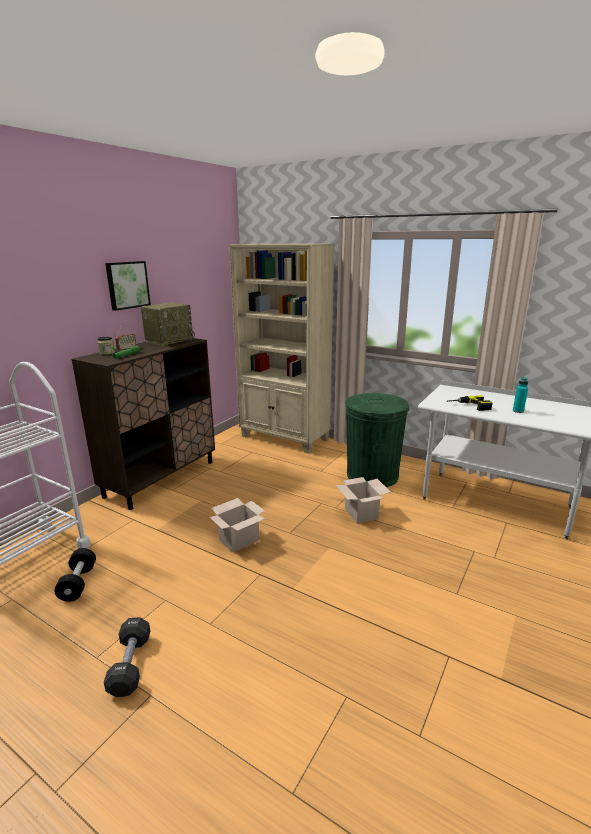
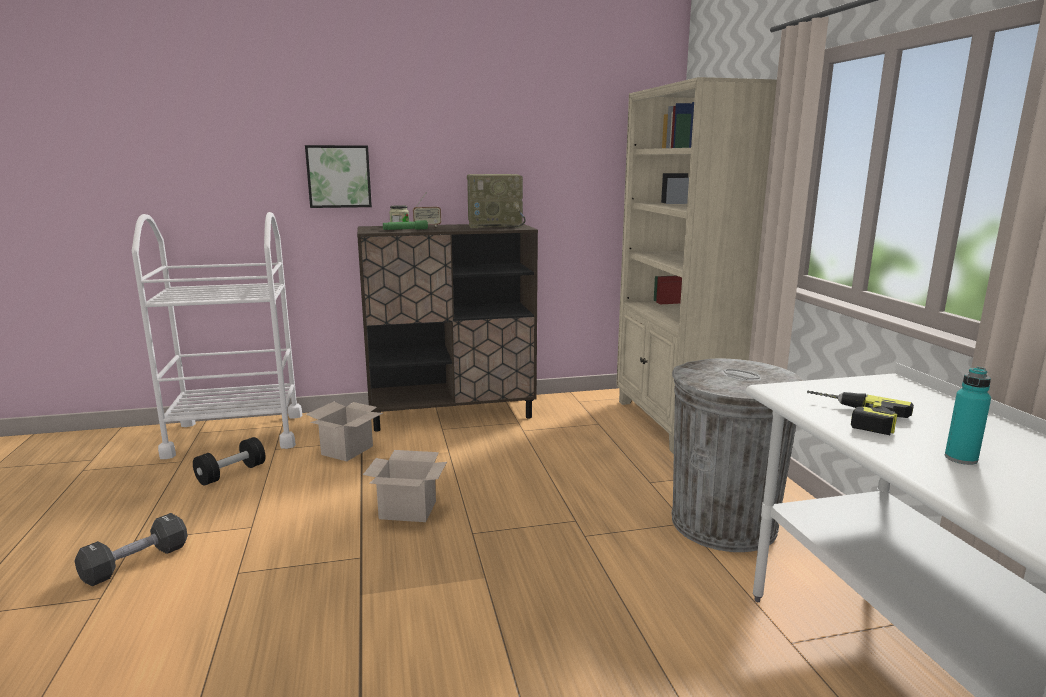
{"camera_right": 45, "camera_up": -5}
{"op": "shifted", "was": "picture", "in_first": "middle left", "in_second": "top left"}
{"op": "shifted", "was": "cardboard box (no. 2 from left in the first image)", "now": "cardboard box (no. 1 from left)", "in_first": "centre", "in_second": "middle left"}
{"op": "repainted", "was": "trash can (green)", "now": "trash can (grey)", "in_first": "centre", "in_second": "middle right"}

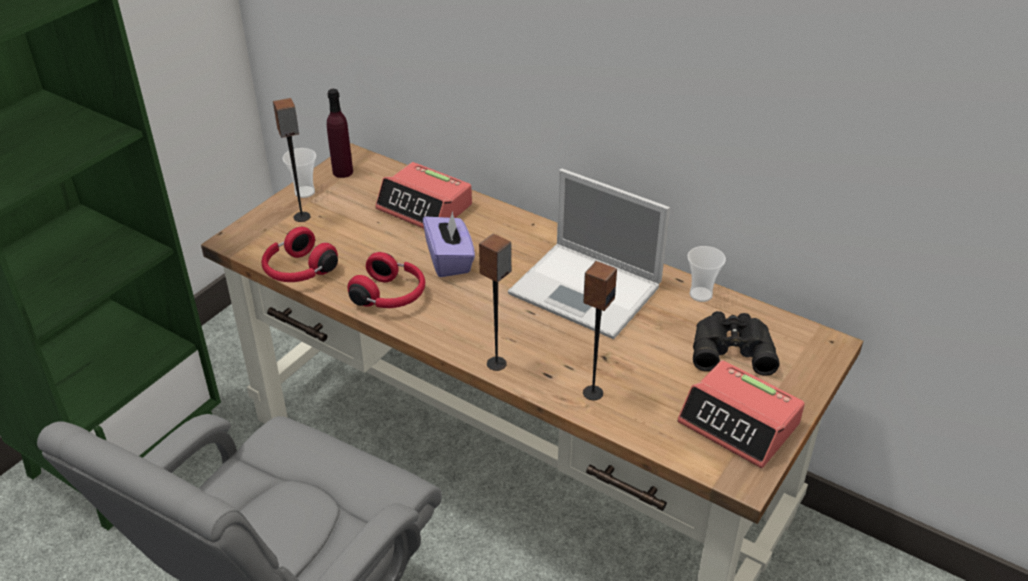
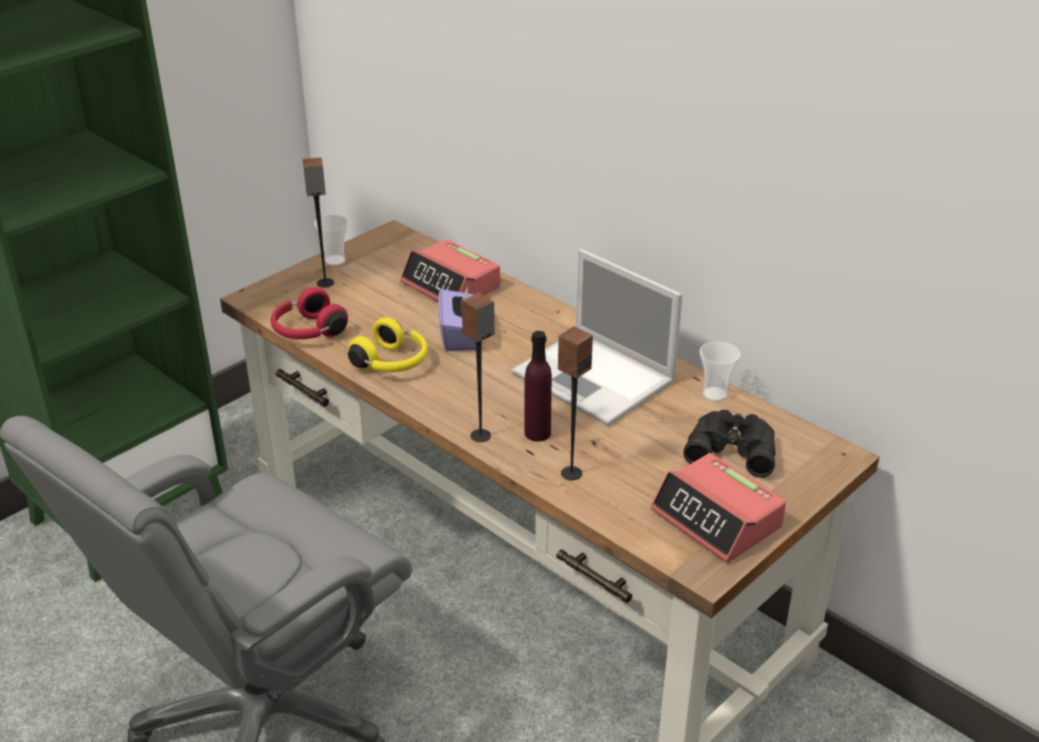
{"camera_right": 10, "camera_up": -5}
{"op": "repainted", "was": "headphones (red) (no. 2 from left)", "now": "headphones (yellow)", "in_first": "centre", "in_second": "centre"}
{"op": "shifted", "was": "bottle (purple)", "in_first": "top left", "in_second": "centre"}

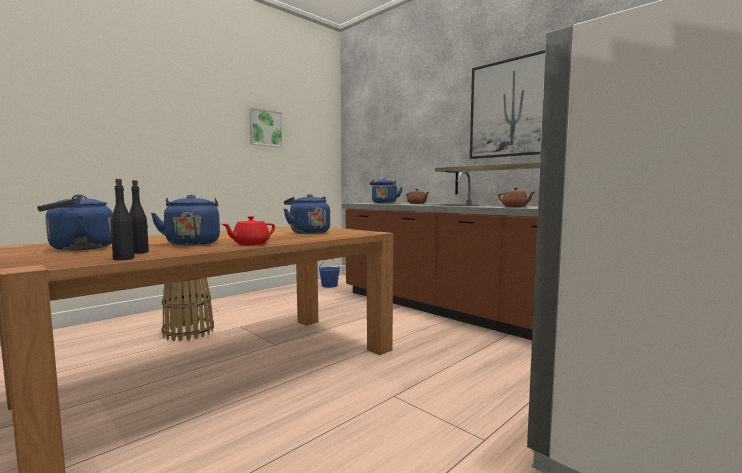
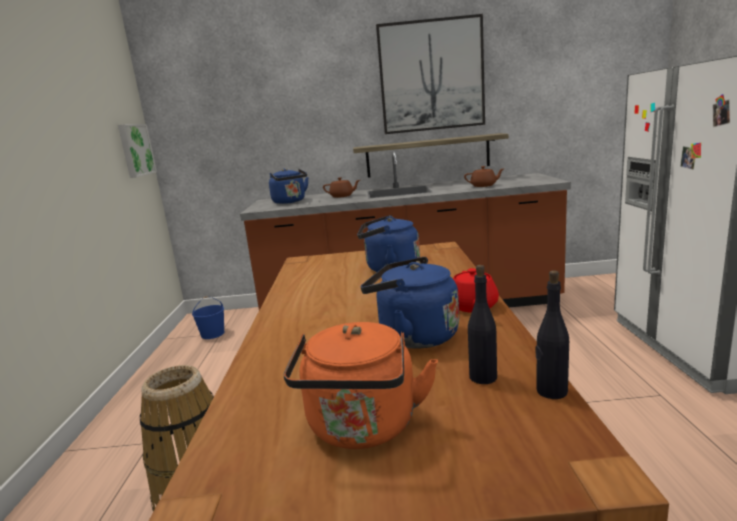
{"camera_right": -45, "camera_up": 10}
{"op": "shifted", "was": "picture (no. 1 from left)", "in_first": "top centre", "in_second": "top left"}
{"op": "repainted", "was": "kettle (blue) (no. 1 from left)", "now": "kettle (orange)", "in_first": "middle left", "in_second": "bottom centre"}

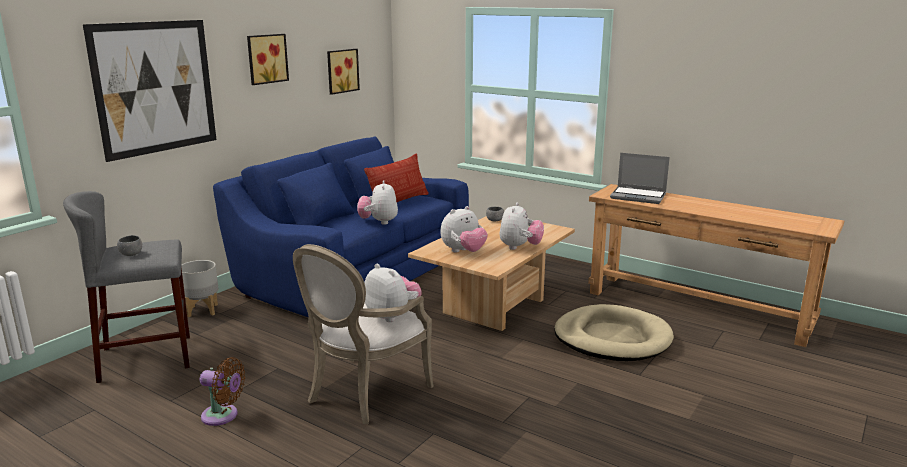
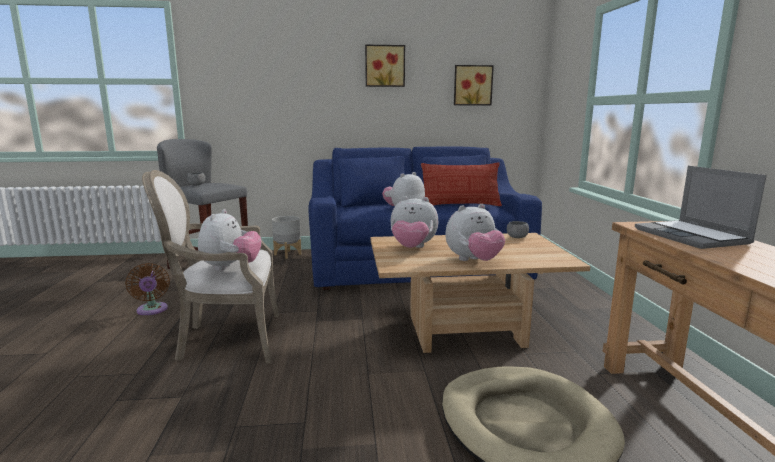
{"camera_right": 50, "camera_up": -5}
{"op": "gone", "was": "picture (no. 1 from left)", "in_first": "top left"}

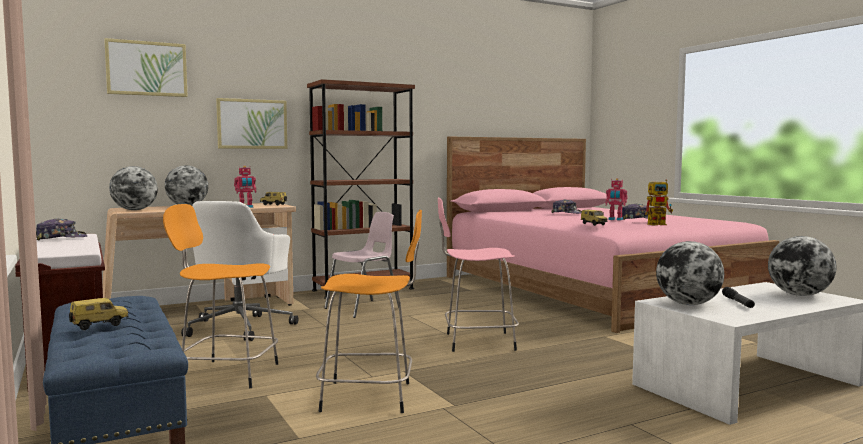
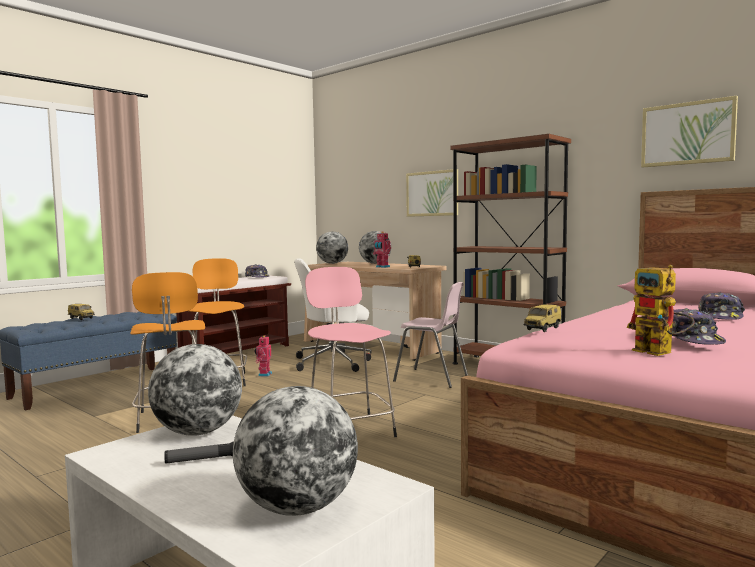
{"camera_right": 70, "camera_up": 0}
{"op": "shifted", "was": "toy robot (no. 2 from left in the first image)", "now": "toy robot (no. 1 from left)", "in_first": "middle right", "in_second": "centre"}
{"op": "shifted", "was": "picture (no. 1 from left in the first image)", "now": "picture (no. 2 from left)", "in_first": "top left", "in_second": "top right"}

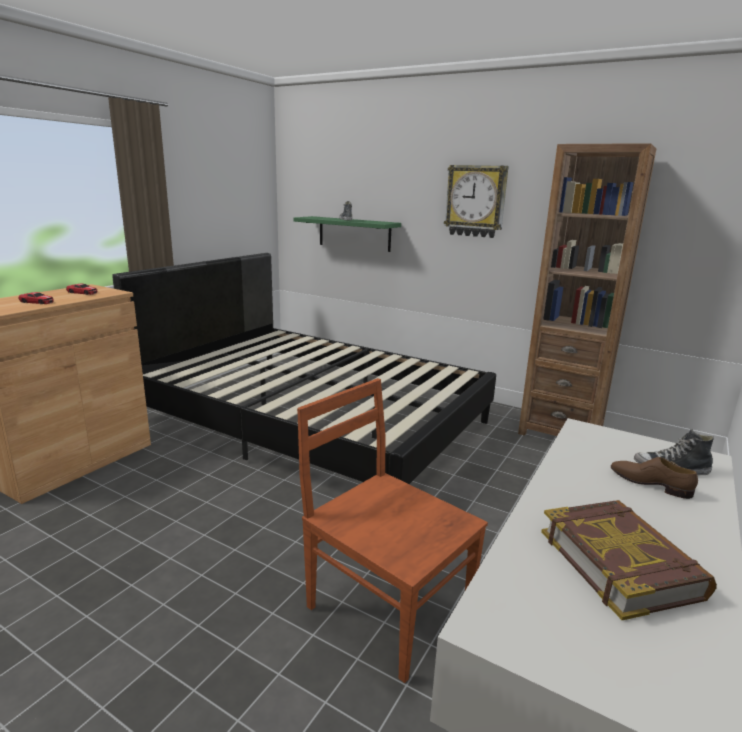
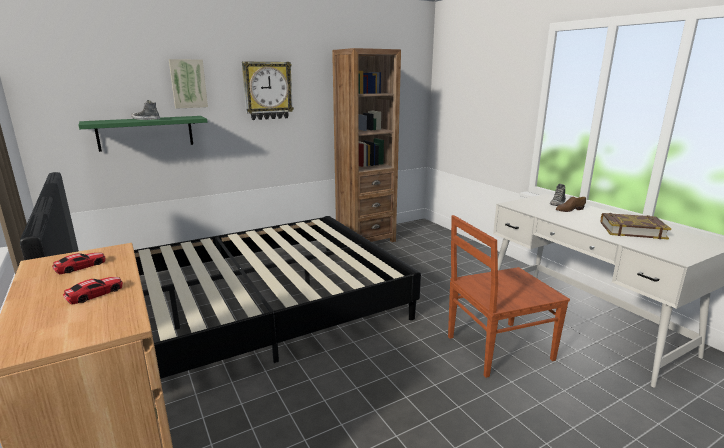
{"camera_right": -60, "camera_up": 0}
{"op": "new", "now": "picture", "in_second": "top left"}

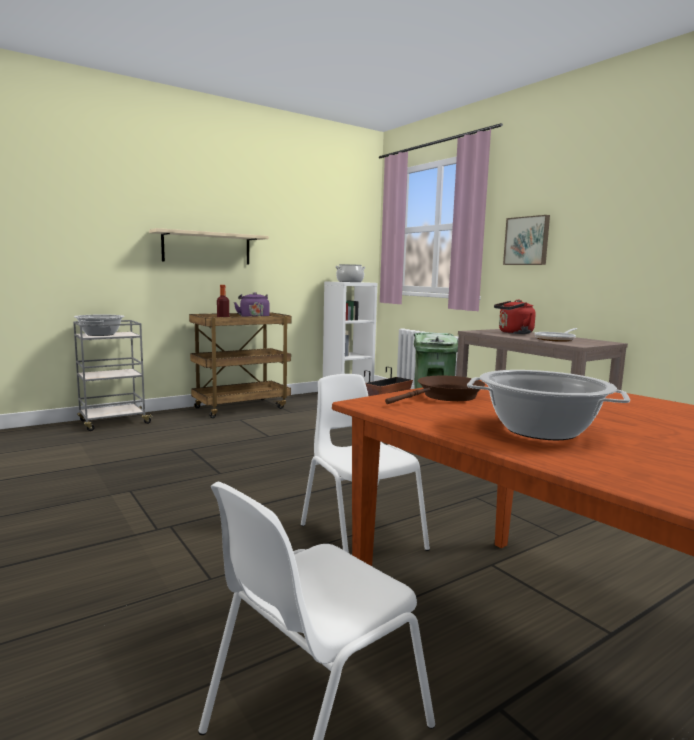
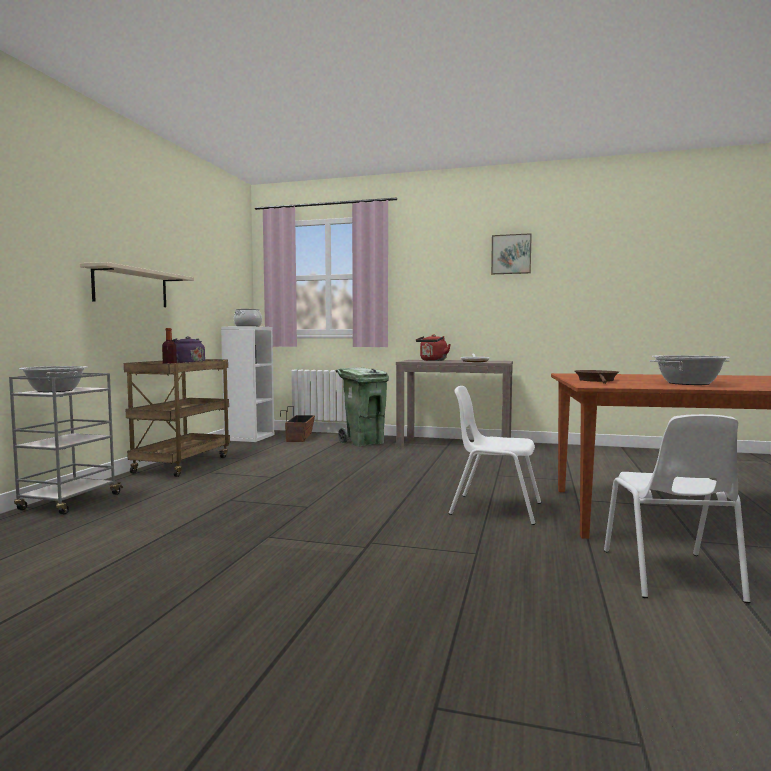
{"camera_right": -40, "camera_up": -5}
{"op": "shifted", "was": "picture", "in_first": "top right", "in_second": "top centre"}

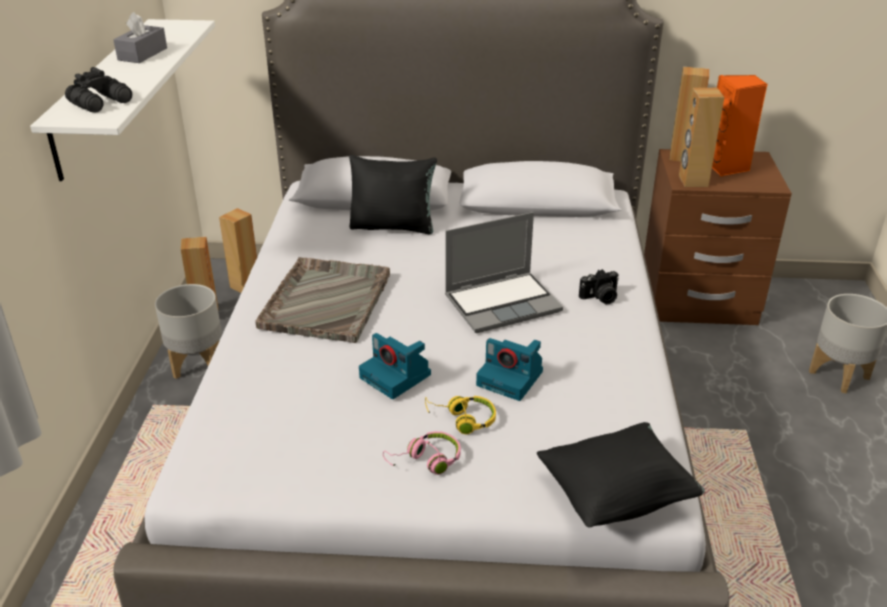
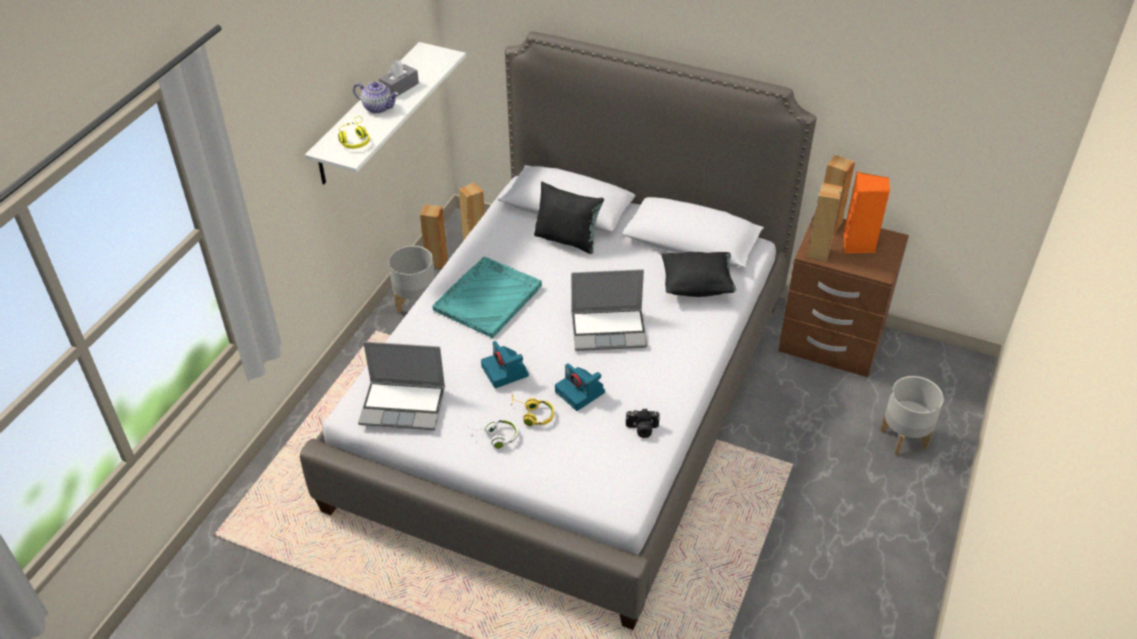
{"camera_right": 20, "camera_up": 10}
{"op": "swapped", "was": "binoculars (black)", "now": "headphones (yellow) (no. 1 from left)", "in_first": "top left", "in_second": "top left"}
{"op": "new", "now": "teapot", "in_second": "top left"}
{"op": "new", "now": "laptop (no. 1 from left)", "in_second": "centre"}
{"op": "repainted", "was": "tray (grey)", "now": "tray (turquoise)", "in_first": "centre", "in_second": "centre"}
{"op": "repainted", "was": "headphones (pink)", "now": "headphones (white)", "in_first": "bottom centre", "in_second": "bottom centre"}
{"op": "shifted", "was": "photo camera (no. 3 from left)", "in_first": "middle right", "in_second": "centre"}
{"op": "shifted", "was": "pillow (black) (no. 2 from left)", "in_first": "bottom right", "in_second": "centre"}

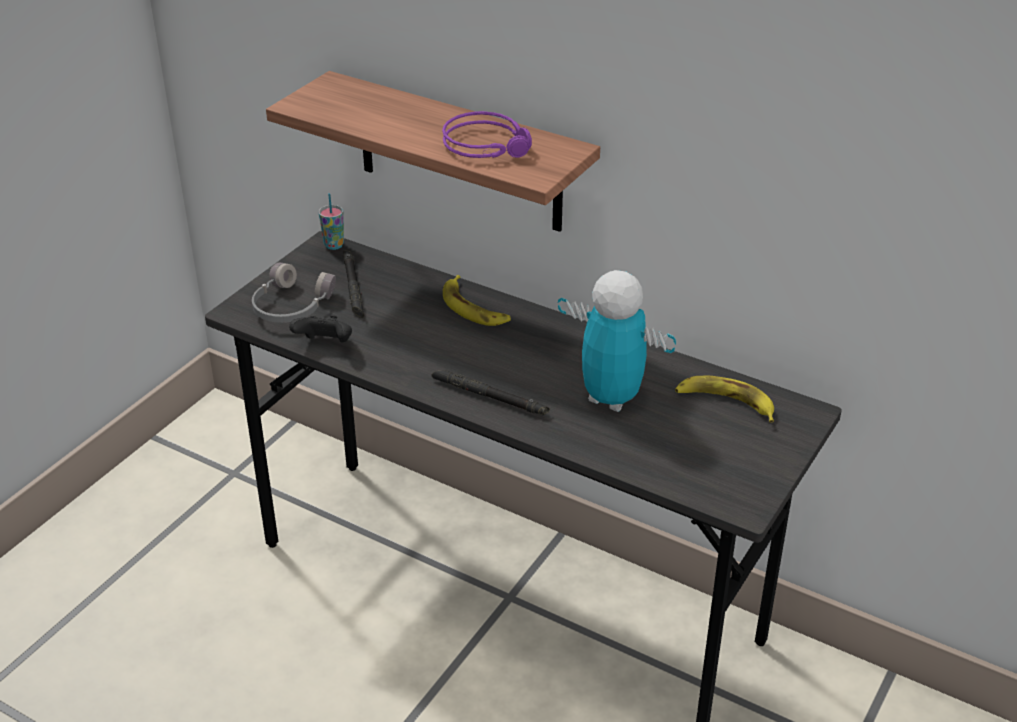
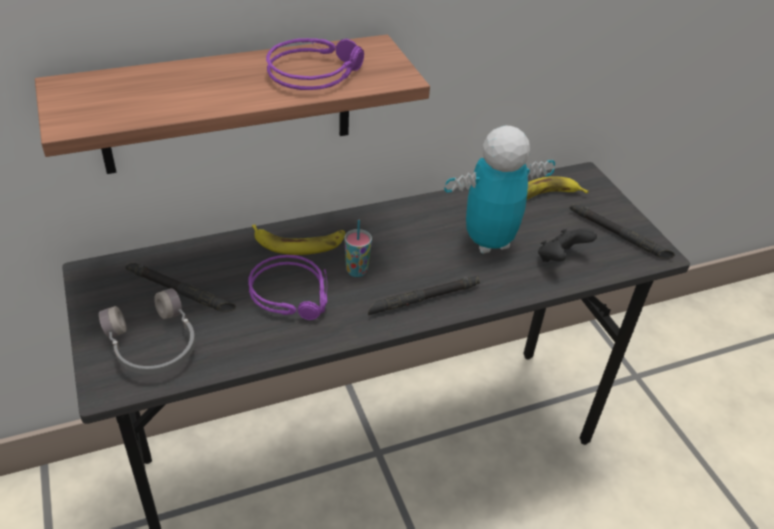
{"camera_right": -55, "camera_up": 5}
{"op": "new", "now": "headphones (purple) (no. 1 from left)", "in_second": "centre"}
{"op": "shifted", "was": "cup", "in_first": "top left", "in_second": "centre"}
{"op": "shifted", "was": "game controller (black)", "in_first": "middle left", "in_second": "middle right"}
{"op": "new", "now": "flashlight (black) (no. 3 from left)", "in_second": "middle right"}

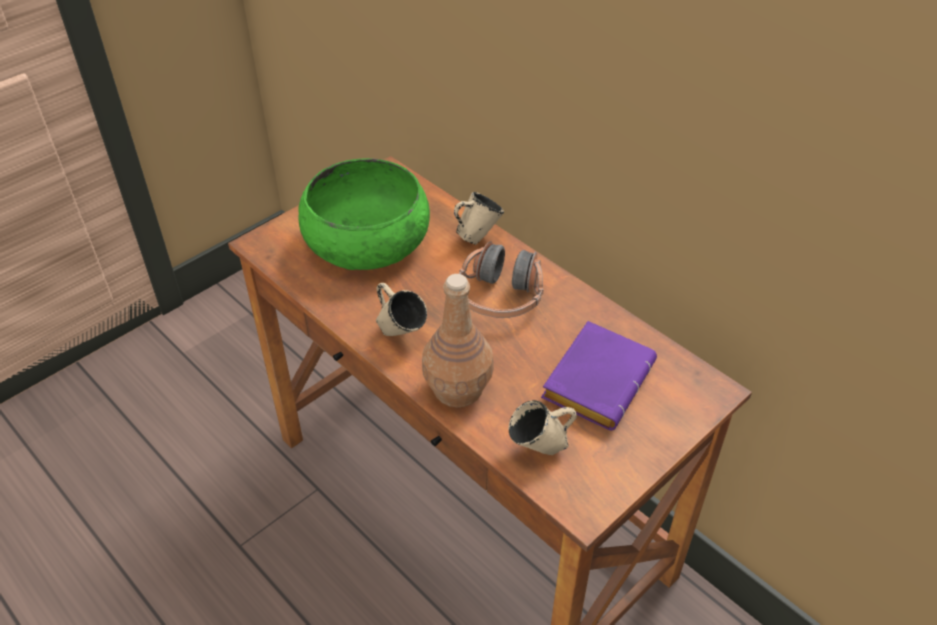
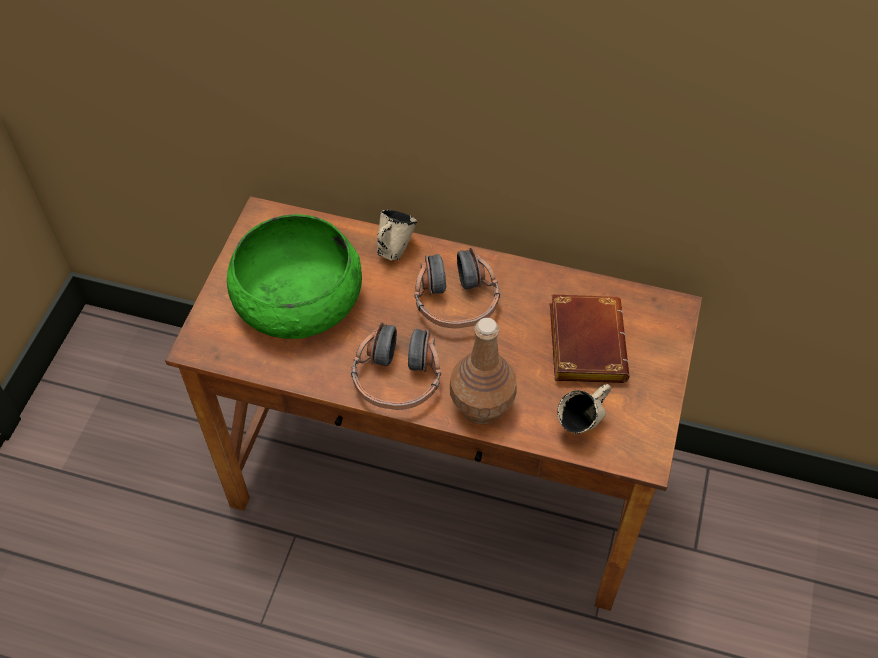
{"camera_right": -30, "camera_up": 10}
{"op": "swapped", "was": "mug (beige) (no. 1 from left)", "now": "headphones (no. 1 from left)", "in_first": "centre", "in_second": "centre"}
{"op": "repainted", "was": "book (purple)", "now": "book (brown)", "in_first": "centre", "in_second": "middle right"}

